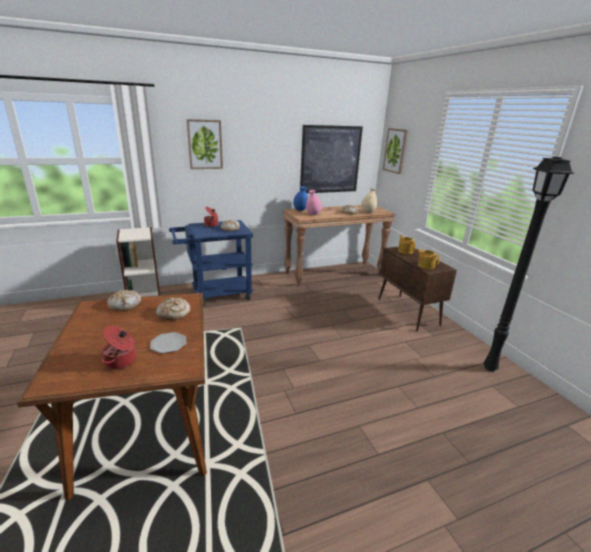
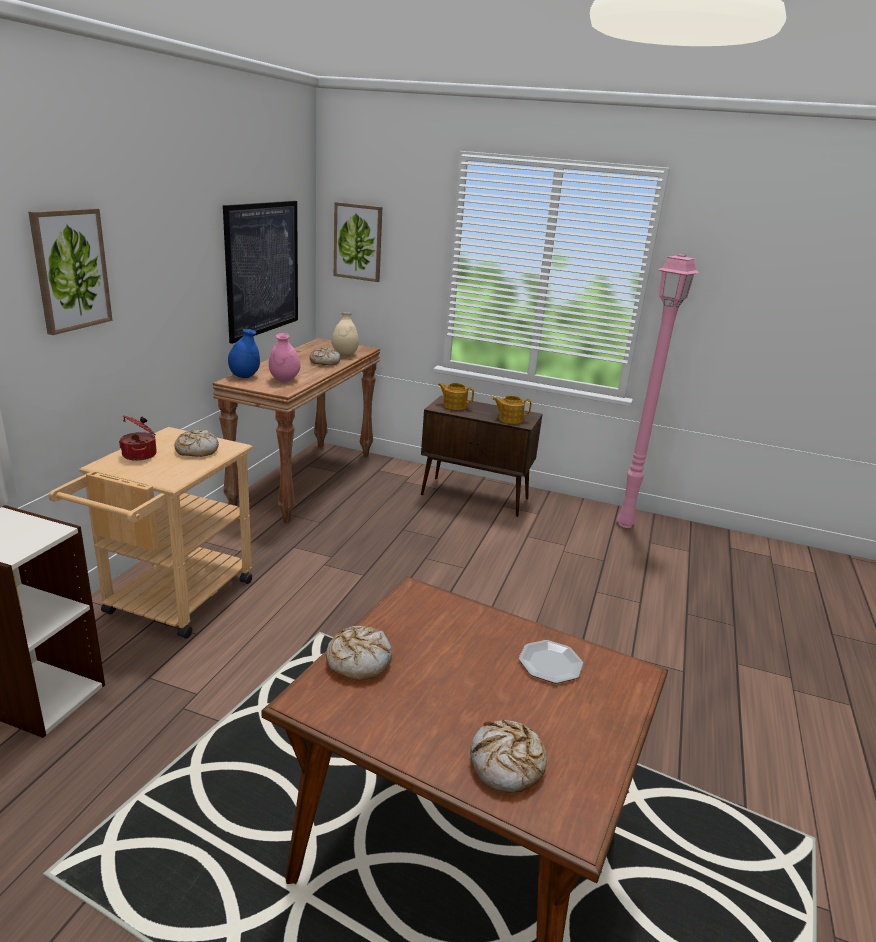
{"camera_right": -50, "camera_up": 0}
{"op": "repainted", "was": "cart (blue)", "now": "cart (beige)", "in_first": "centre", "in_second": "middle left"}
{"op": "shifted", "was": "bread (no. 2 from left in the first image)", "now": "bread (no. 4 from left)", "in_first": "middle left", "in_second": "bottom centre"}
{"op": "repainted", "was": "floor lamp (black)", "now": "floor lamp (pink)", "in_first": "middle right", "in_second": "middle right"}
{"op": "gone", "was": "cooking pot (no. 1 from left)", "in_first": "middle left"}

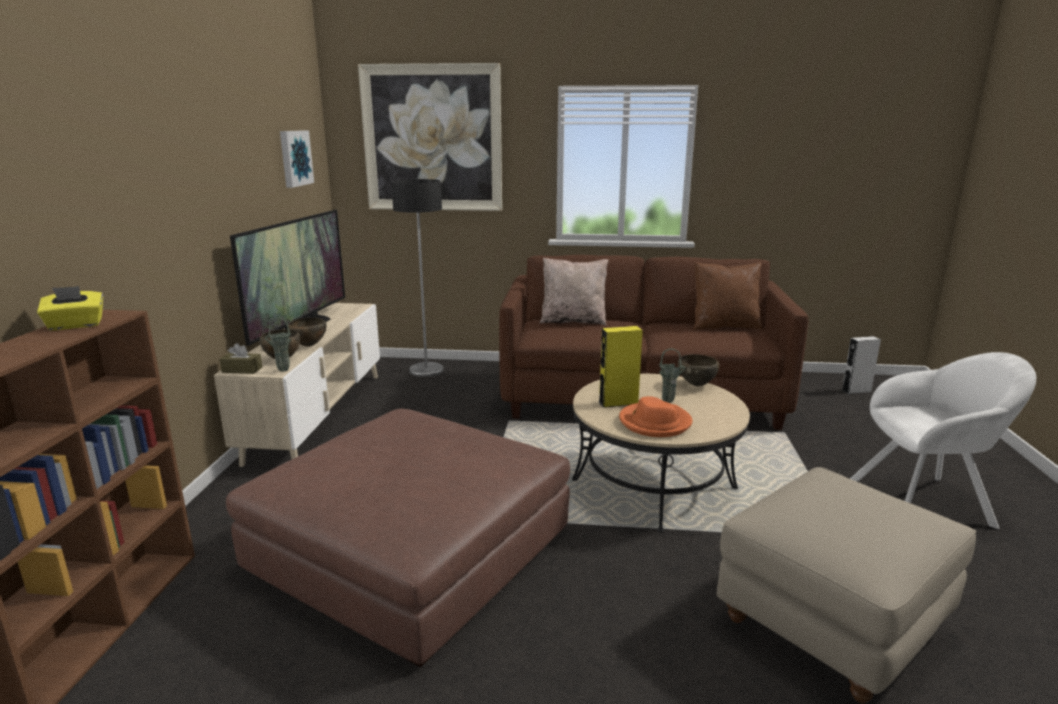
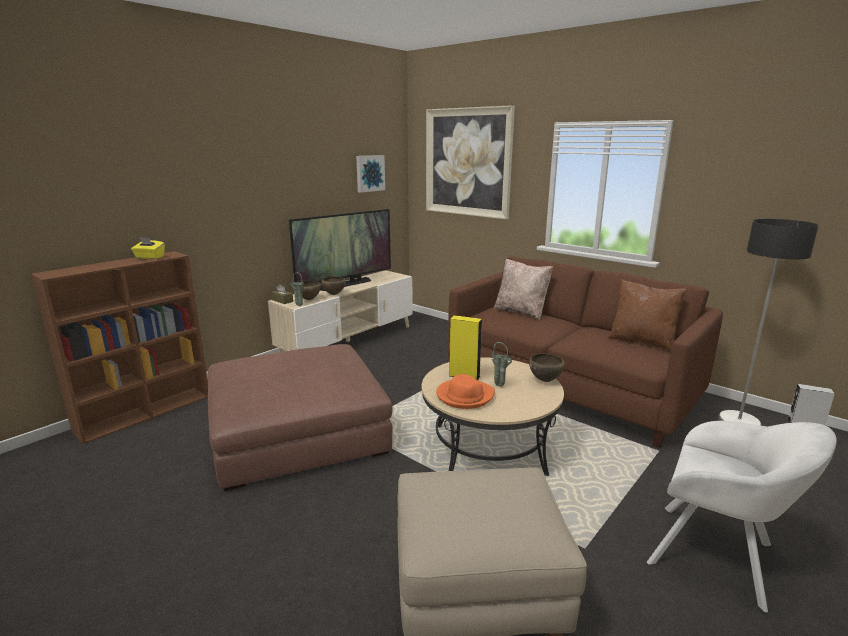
{"camera_right": 35, "camera_up": 0}
{"op": "shifted", "was": "floor lamp", "in_first": "centre", "in_second": "middle right"}

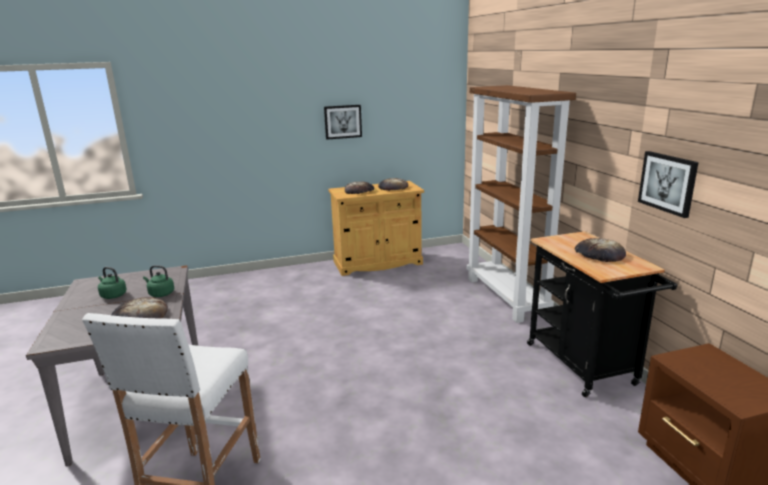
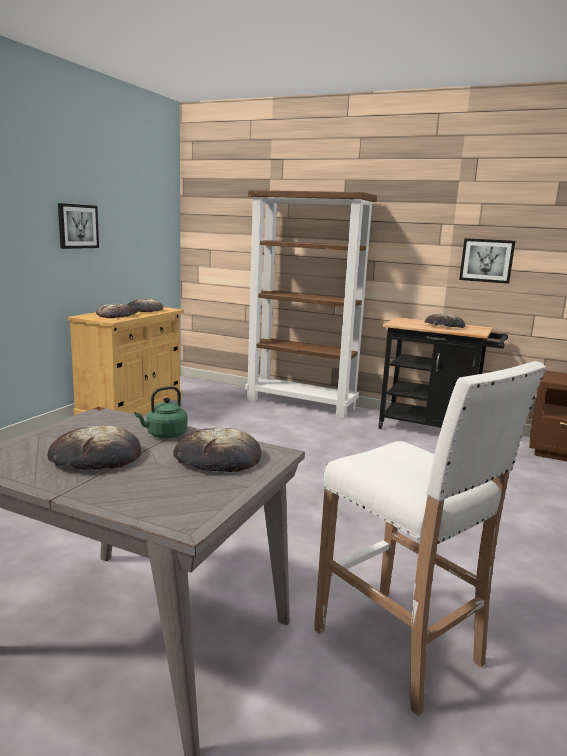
{"camera_right": -50, "camera_up": -5}
{"op": "swapped", "was": "kettle (green) (no. 1 from left)", "now": "bread (no. 1 from left)", "in_first": "middle left", "in_second": "middle left"}

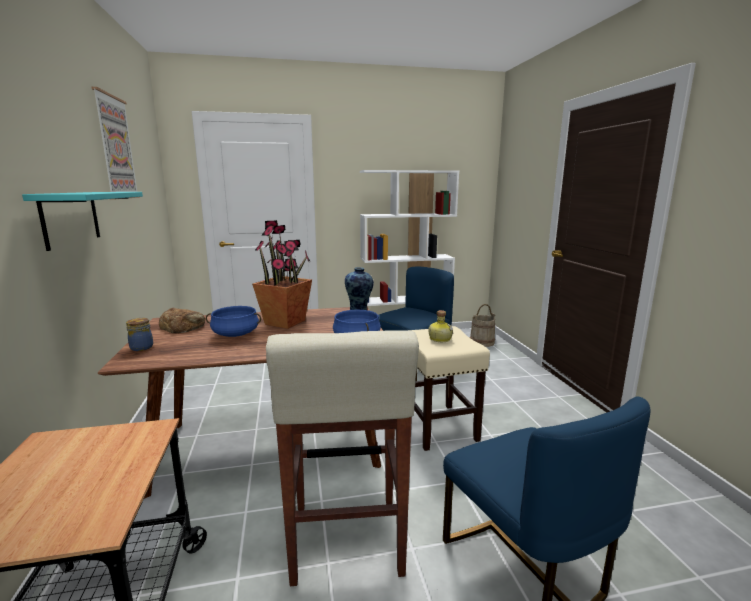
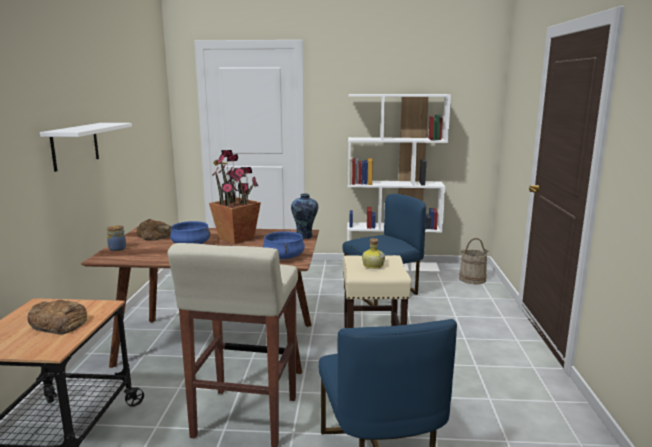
{"camera_right": 15, "camera_up": 0}
{"op": "new", "now": "bread (no. 1 from left)", "in_second": "bottom left"}
{"op": "repainted", "was": "shelf (turquoise)", "now": "shelf (white)", "in_first": "middle left", "in_second": "top left"}
{"op": "gone", "was": "picture", "in_first": "top left"}

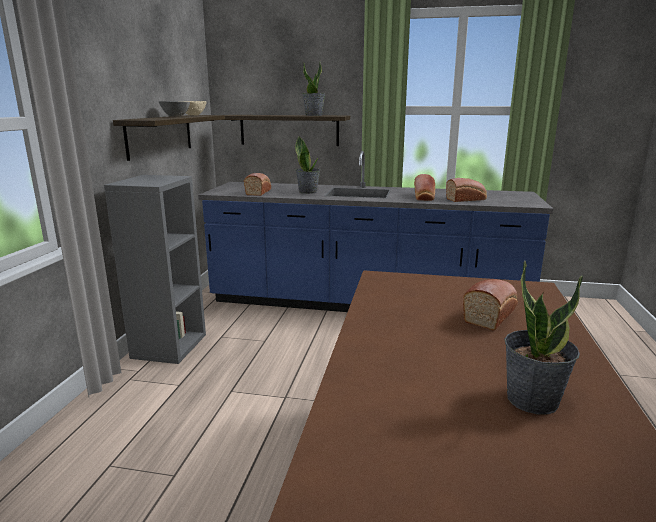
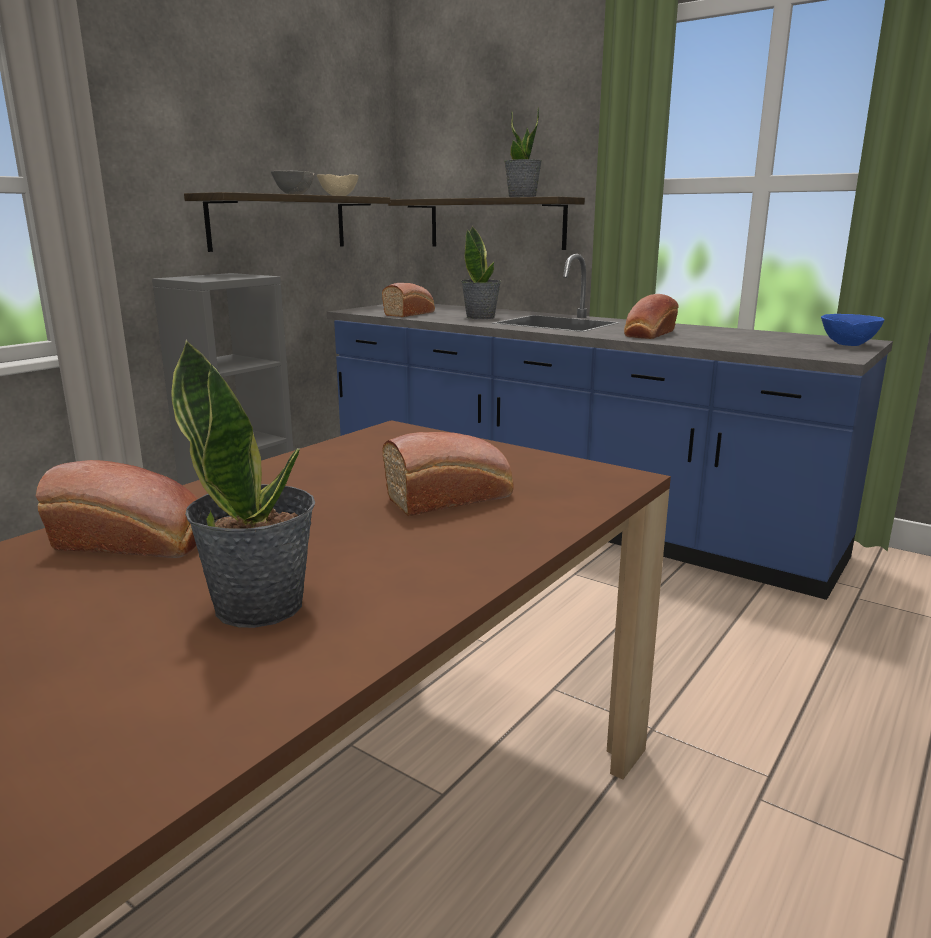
{"camera_right": 25, "camera_up": 0}
{"op": "shifted", "was": "bread (no. 3 from left in the first image)", "now": "bread (no. 1 from left)", "in_first": "middle right", "in_second": "middle left"}
{"op": "new", "now": "bowl (blue)", "in_second": "middle right"}

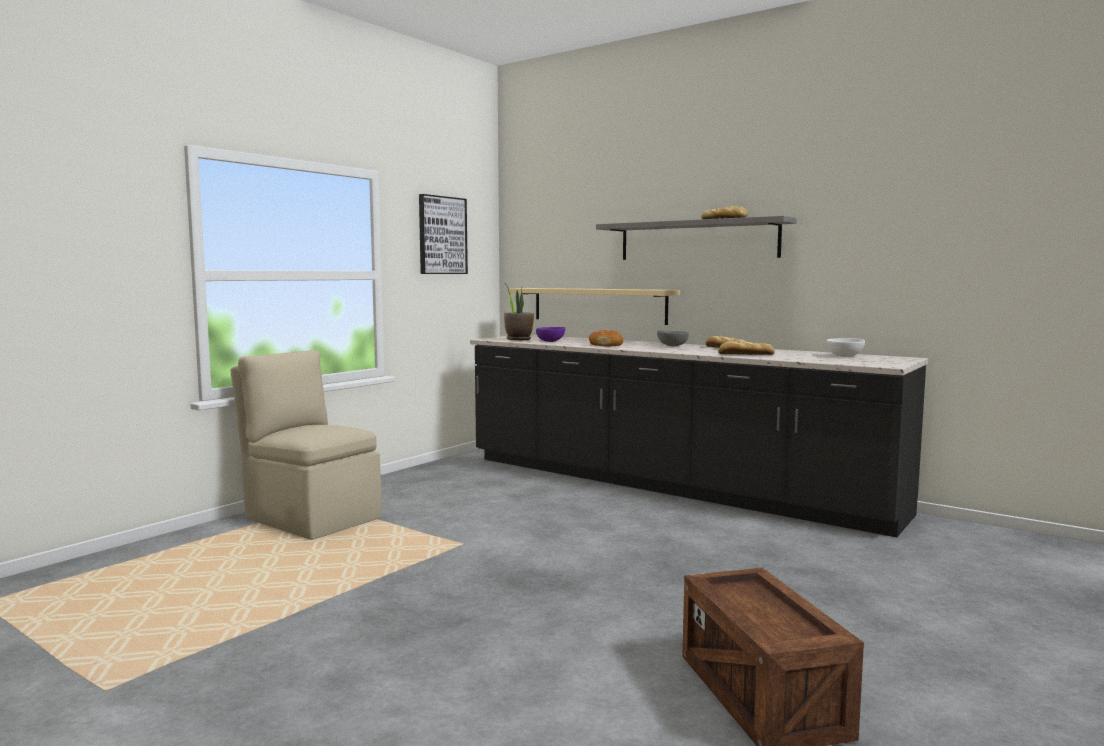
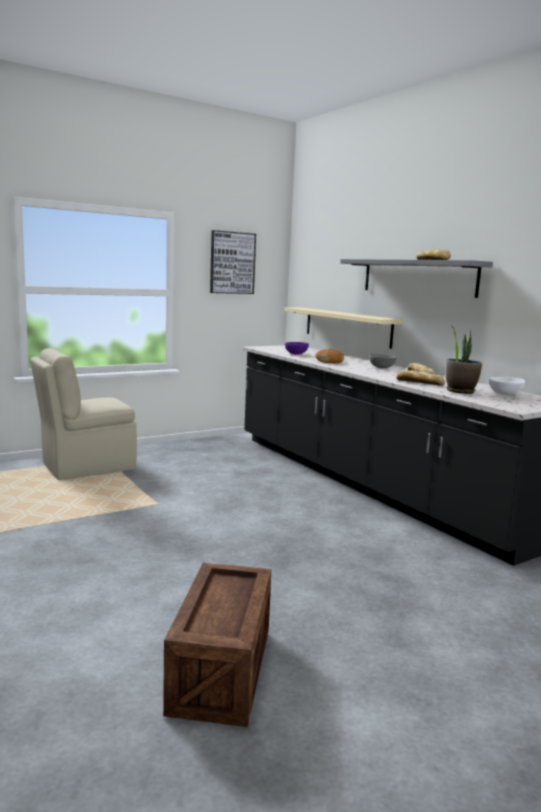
{"camera_right": 20, "camera_up": 5}
{"op": "rotated", "was": "chair (beige)", "in_first": "middle left", "in_second": "middle left", "clockwise": -90}
{"op": "shifted", "was": "potted plant", "in_first": "centre", "in_second": "middle right"}

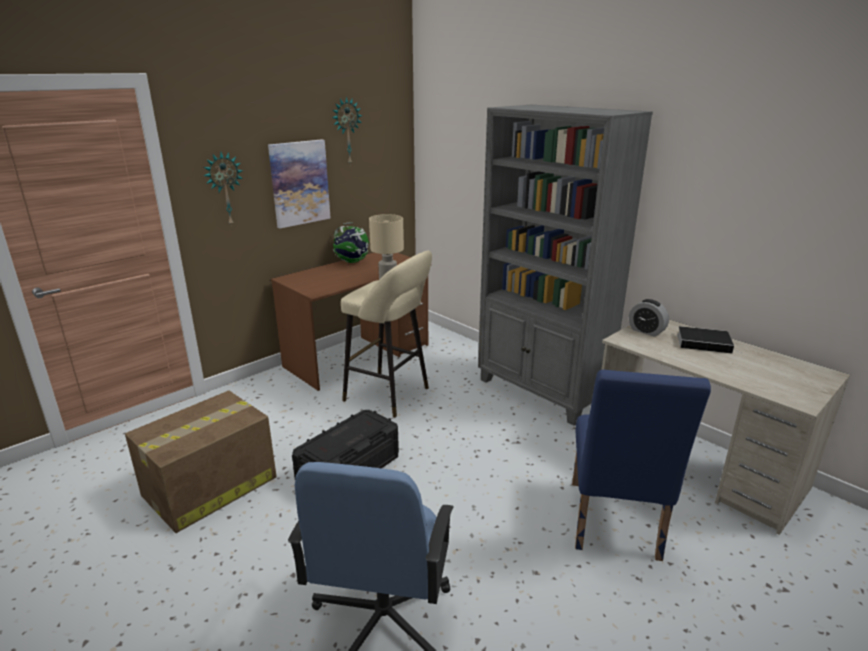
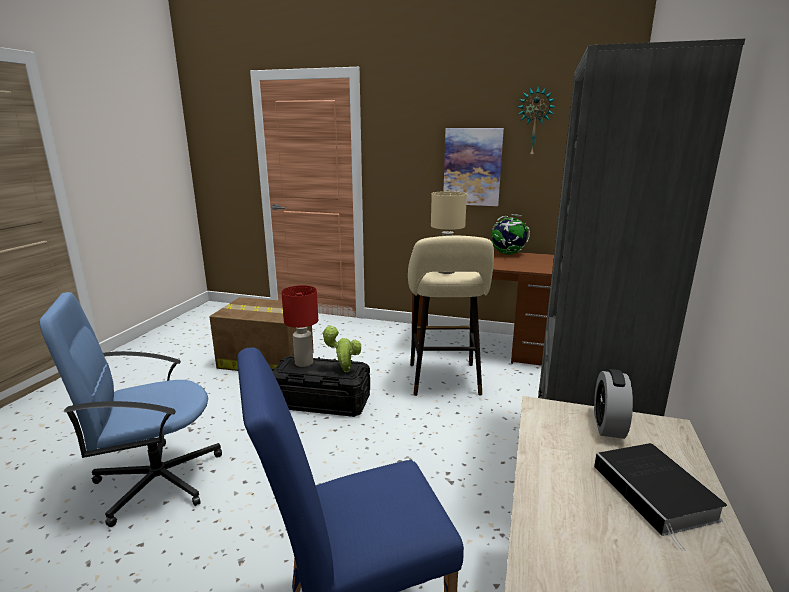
{"camera_right": 60, "camera_up": -5}
{"op": "new", "now": "table lamp (red)", "in_second": "centre"}
{"op": "new", "now": "potted plant", "in_second": "centre"}
{"op": "gone", "was": "wall clock (no. 1 from left)", "in_first": "top left"}

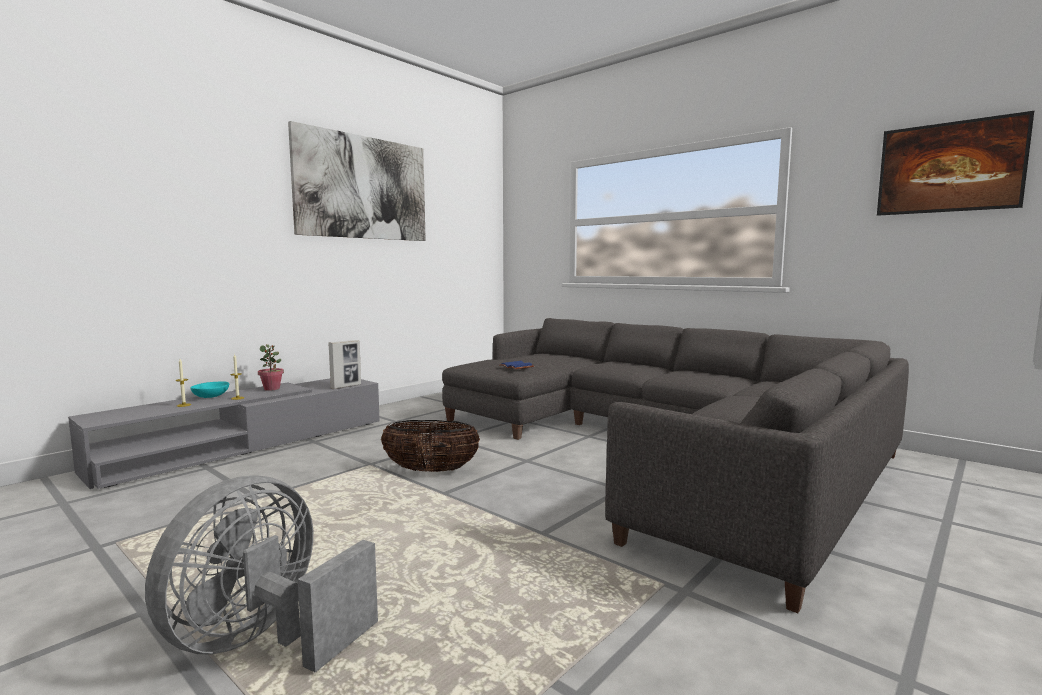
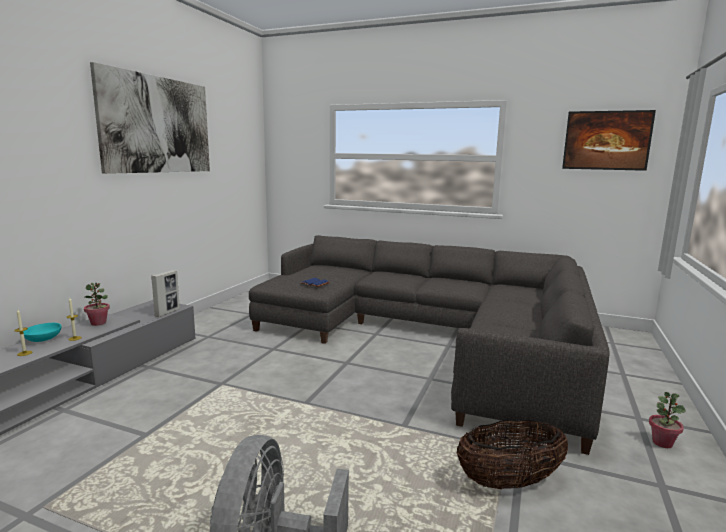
{"camera_right": -20, "camera_up": 5}
{"op": "shifted", "was": "basket", "in_first": "centre", "in_second": "bottom right"}
{"op": "new", "now": "potted plant (no. 2 from left)", "in_second": "bottom right"}

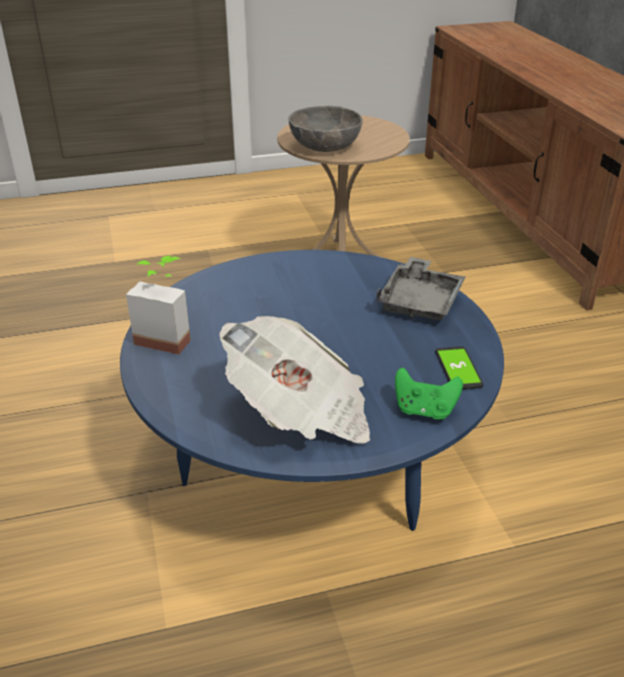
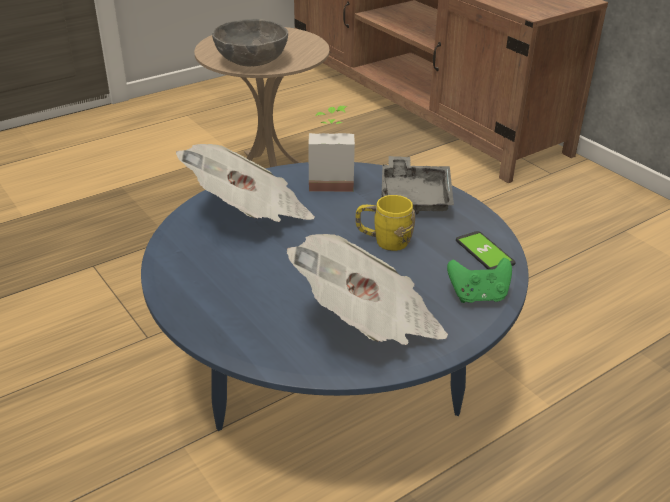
{"camera_right": -20, "camera_up": 0}
{"op": "new", "now": "newspaper (no. 1 from left)", "in_second": "centre"}
{"op": "shifted", "was": "potted plant", "in_first": "middle left", "in_second": "top centre"}
{"op": "new", "now": "mug (yellow)", "in_second": "centre"}

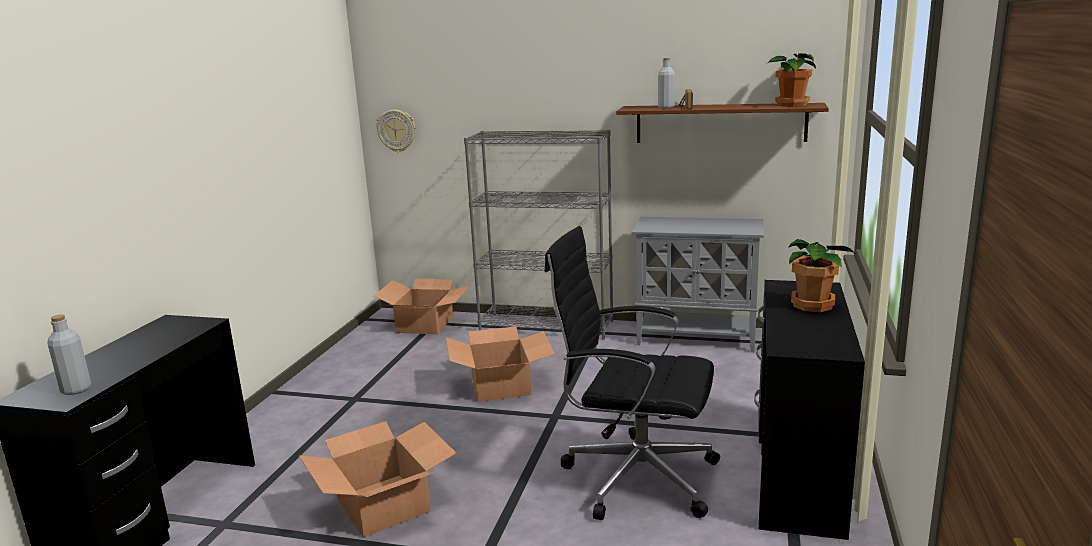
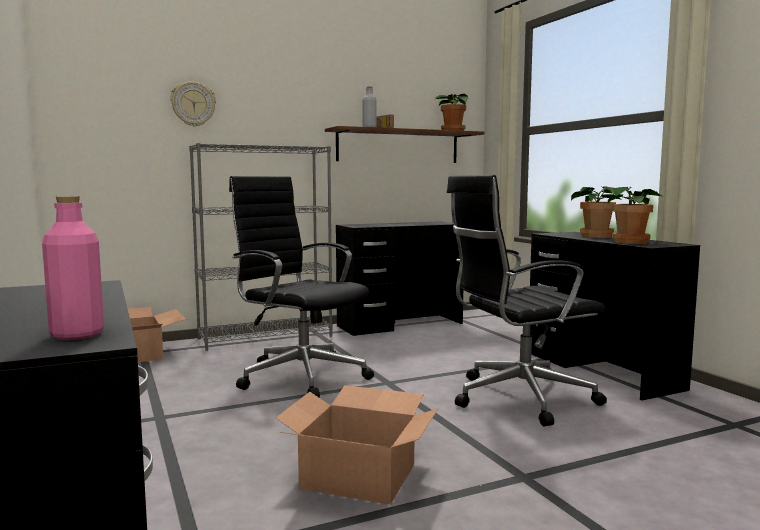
{"camera_right": -40, "camera_up": -10}
{"op": "repainted", "was": "bottle (grey) (no. 1 from left)", "now": "bottle (pink)", "in_first": "middle left", "in_second": "middle left"}
{"op": "shifted", "was": "wall clock", "in_first": "top centre", "in_second": "top left"}
{"op": "swapped", "was": "cardboard box (no. 3 from left)", "now": "office chair (black) (no. 1 from left)", "in_first": "bottom centre", "in_second": "centre"}
{"op": "swapped", "was": "cabinet (grey)", "now": "desk (black) (no. 2 from left)", "in_first": "centre", "in_second": "centre"}
{"op": "new", "now": "potted plant (no. 3 from left)", "in_second": "middle right"}

